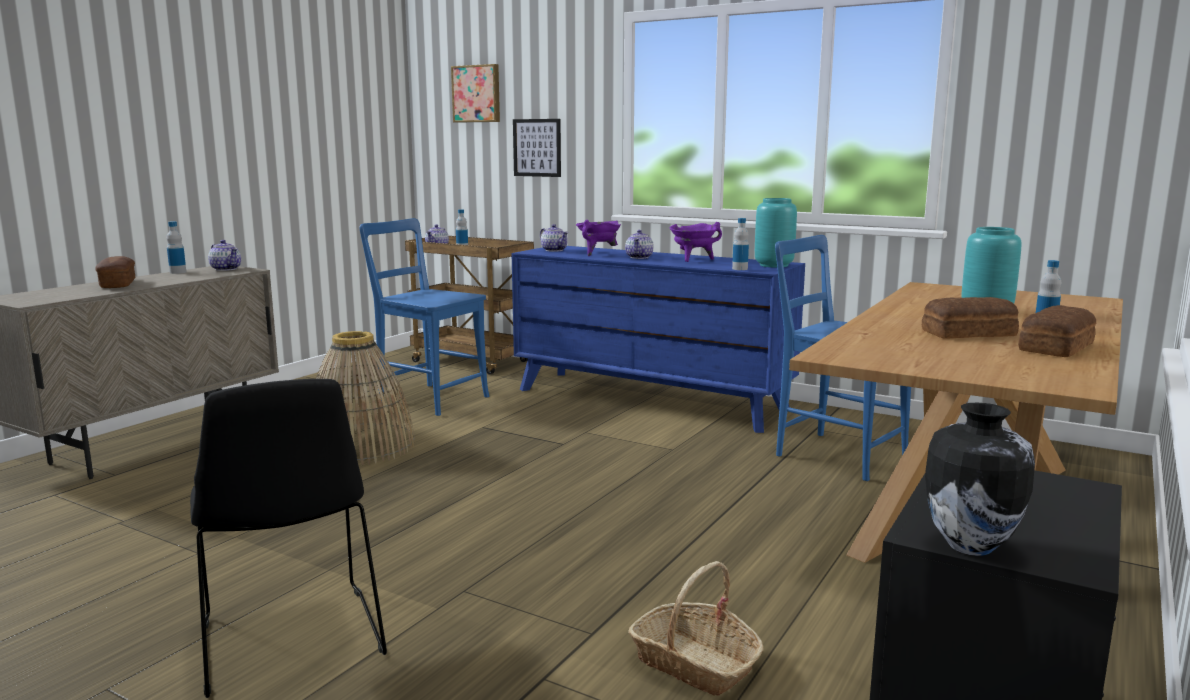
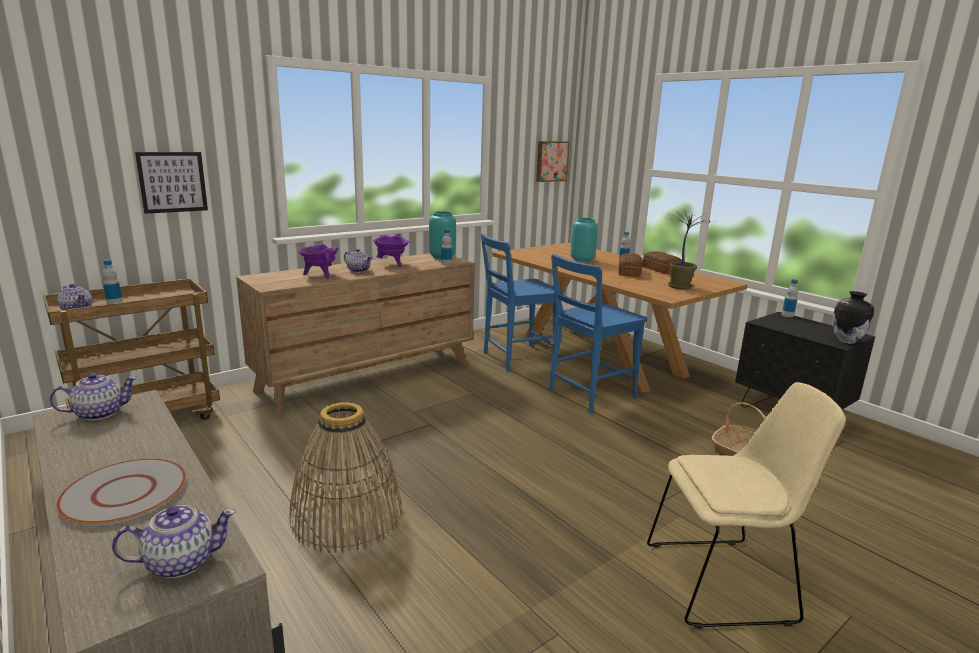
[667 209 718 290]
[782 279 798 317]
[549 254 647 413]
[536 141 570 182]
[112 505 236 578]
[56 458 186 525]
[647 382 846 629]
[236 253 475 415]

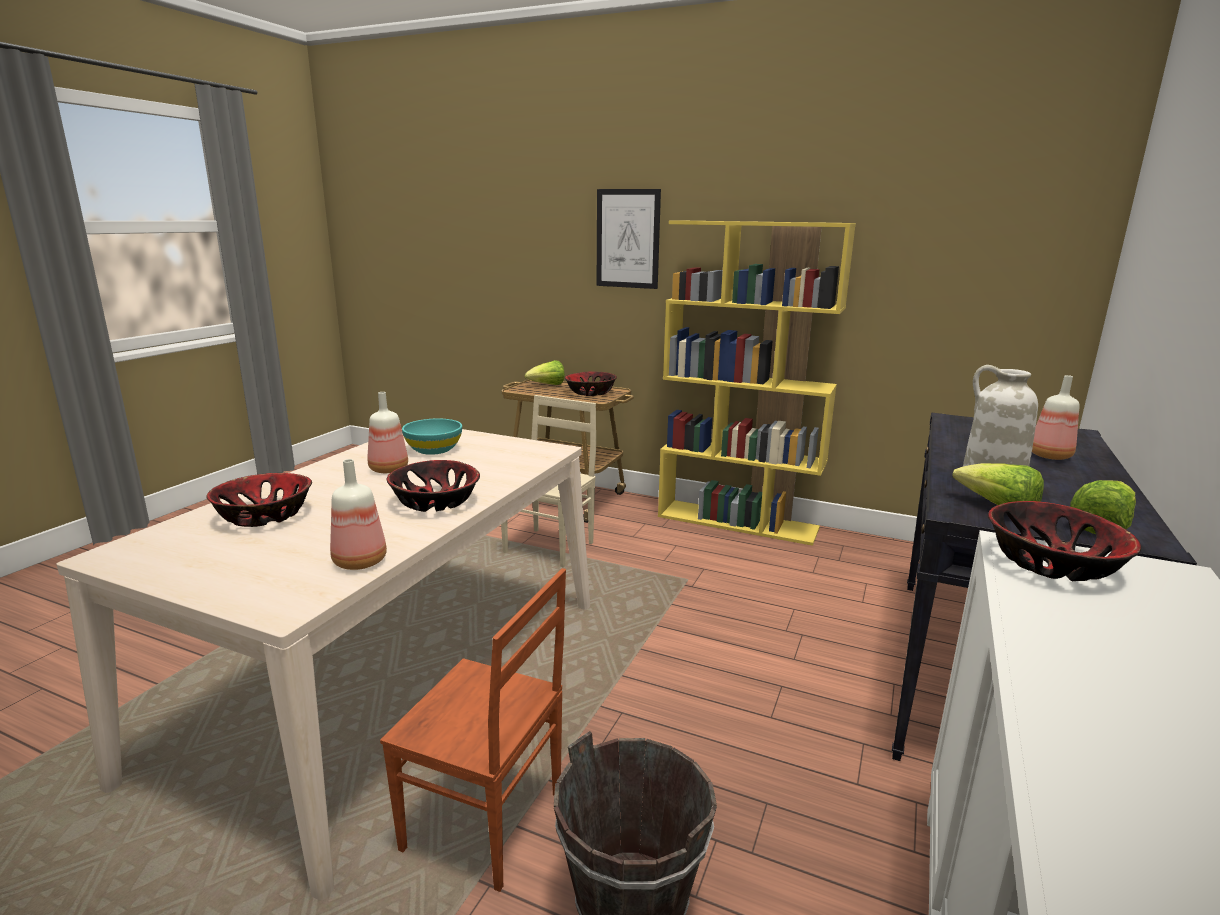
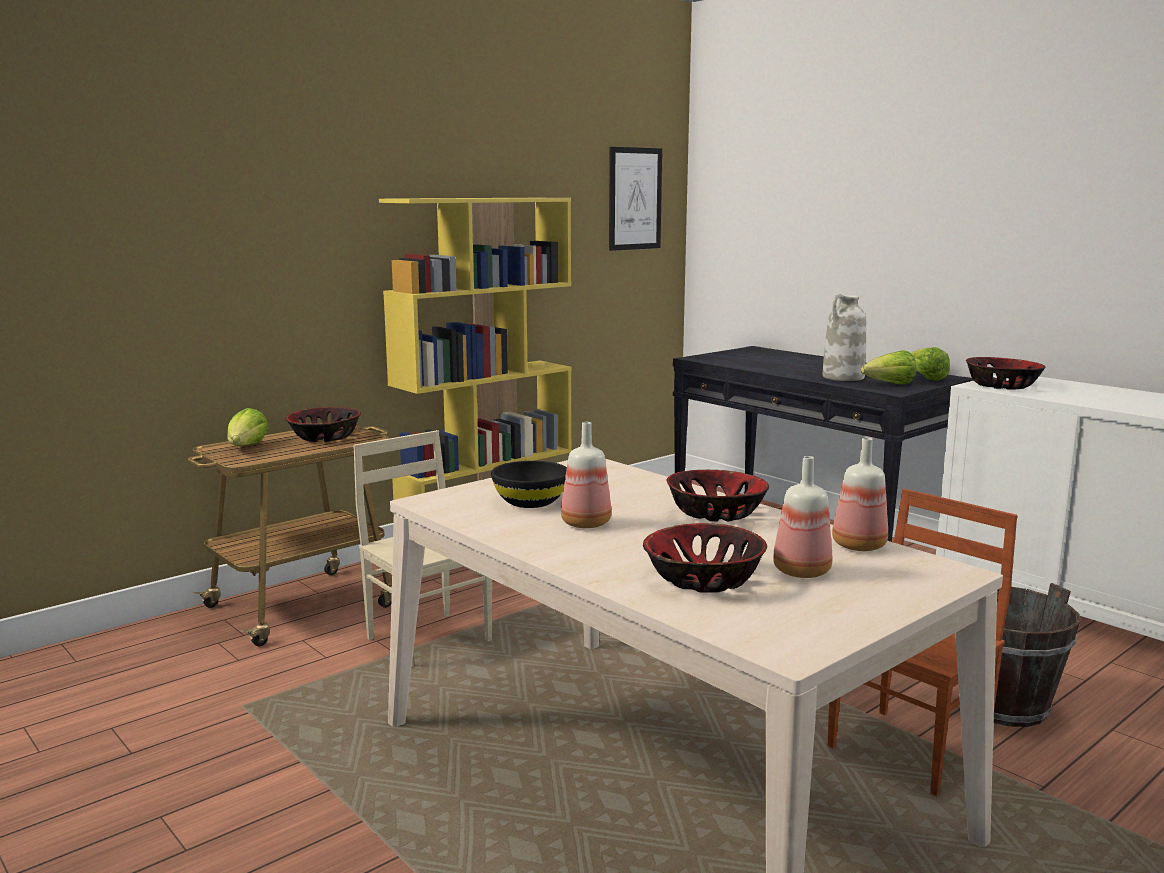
[609 147 662 251]
[773 456 832 578]
[491 461 567 508]

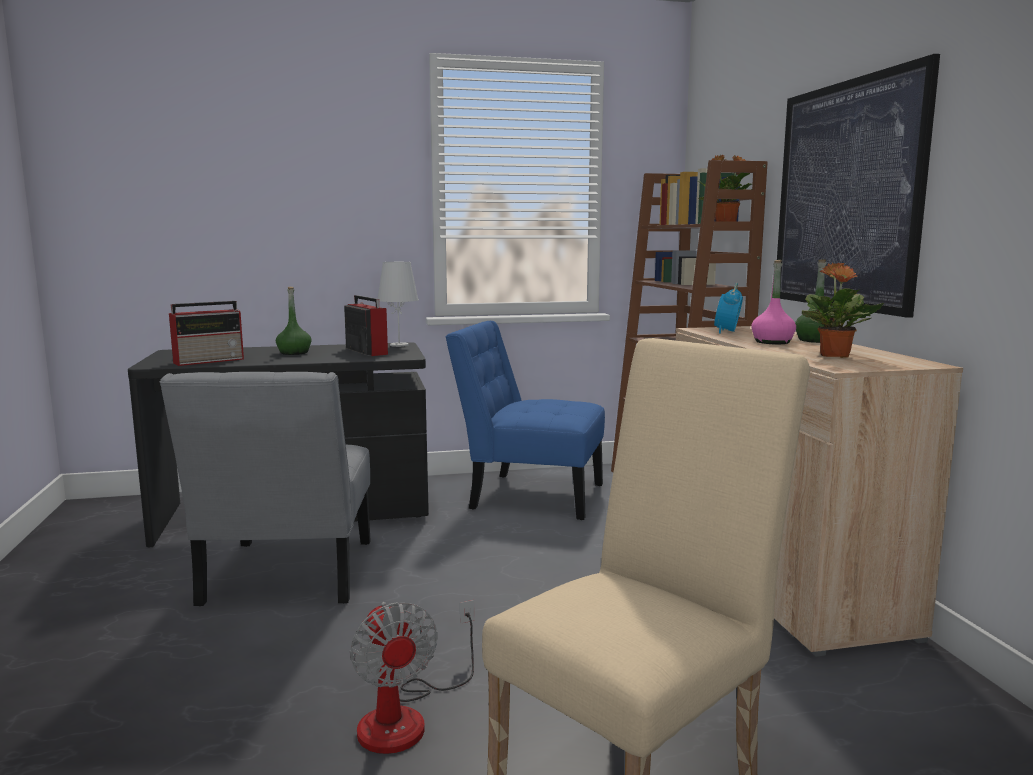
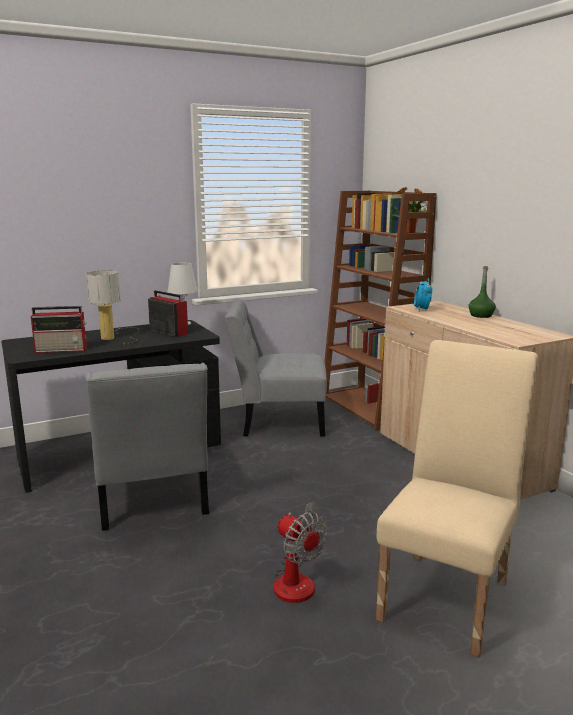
[751 260 796 344] (first image)
[777 54 940 318] (first image)
[802 263 885 358] (first image)
[86 270 139 345]
[225 299 327 436]
[31 306 87 353]

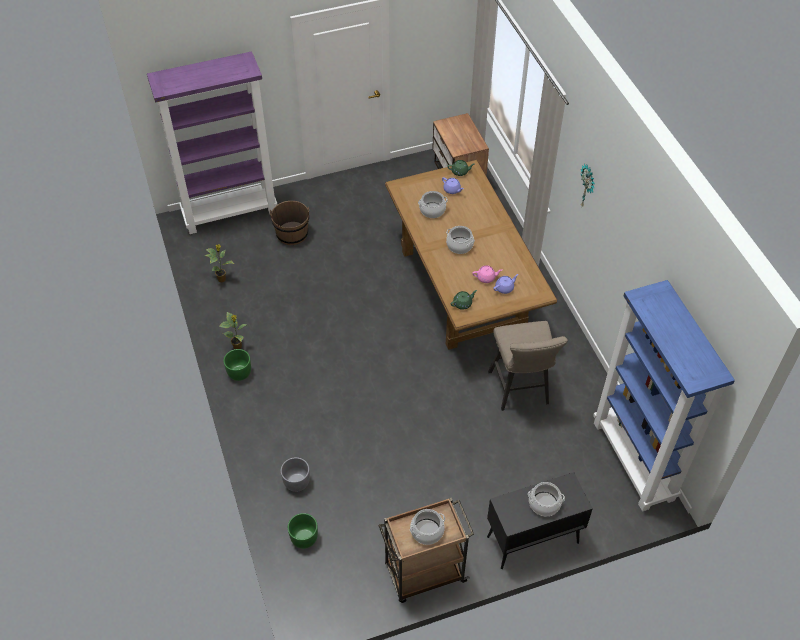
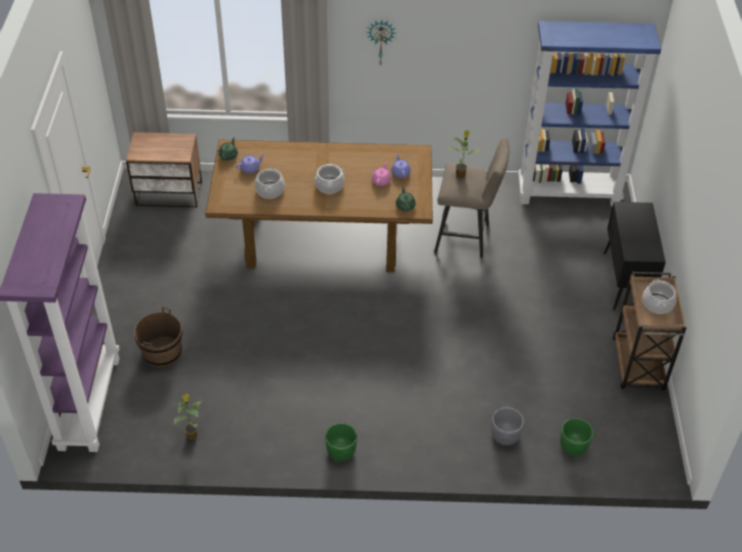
[528 482 565 516] (first image)
[448 130 482 179]

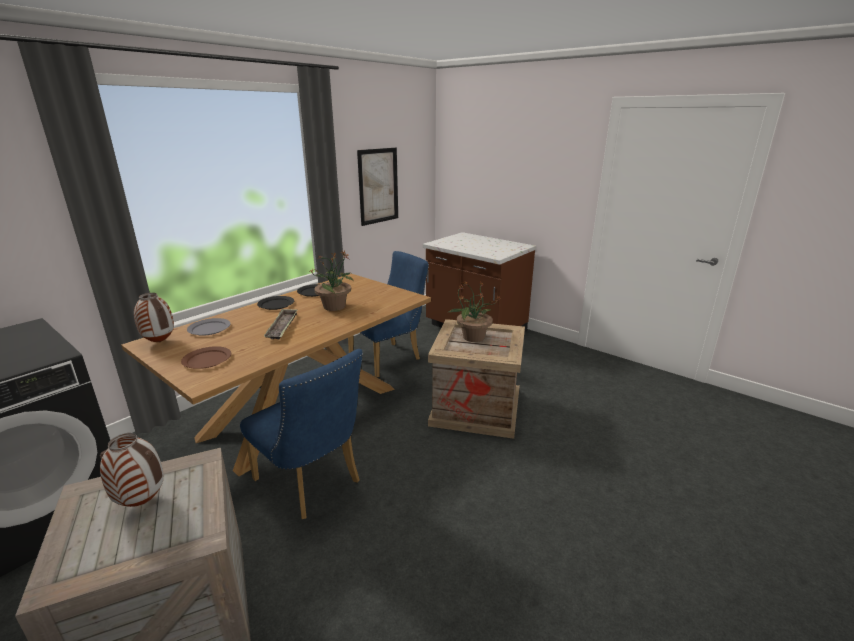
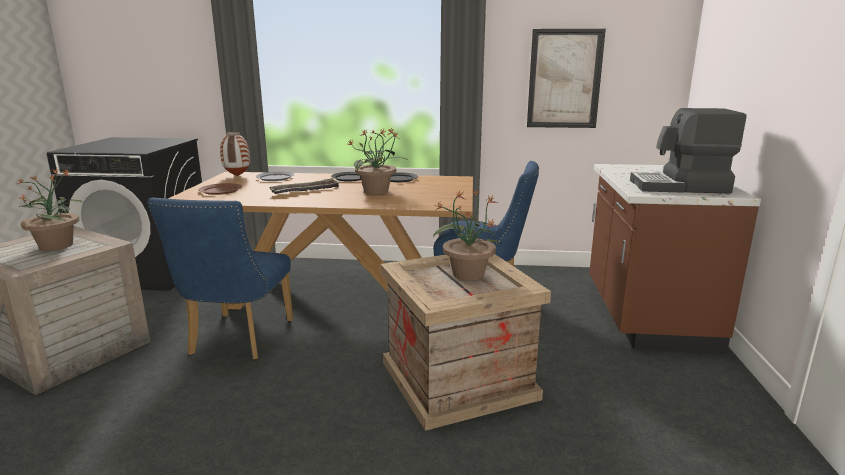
[630 108 747 194]
[17 168 85 251]

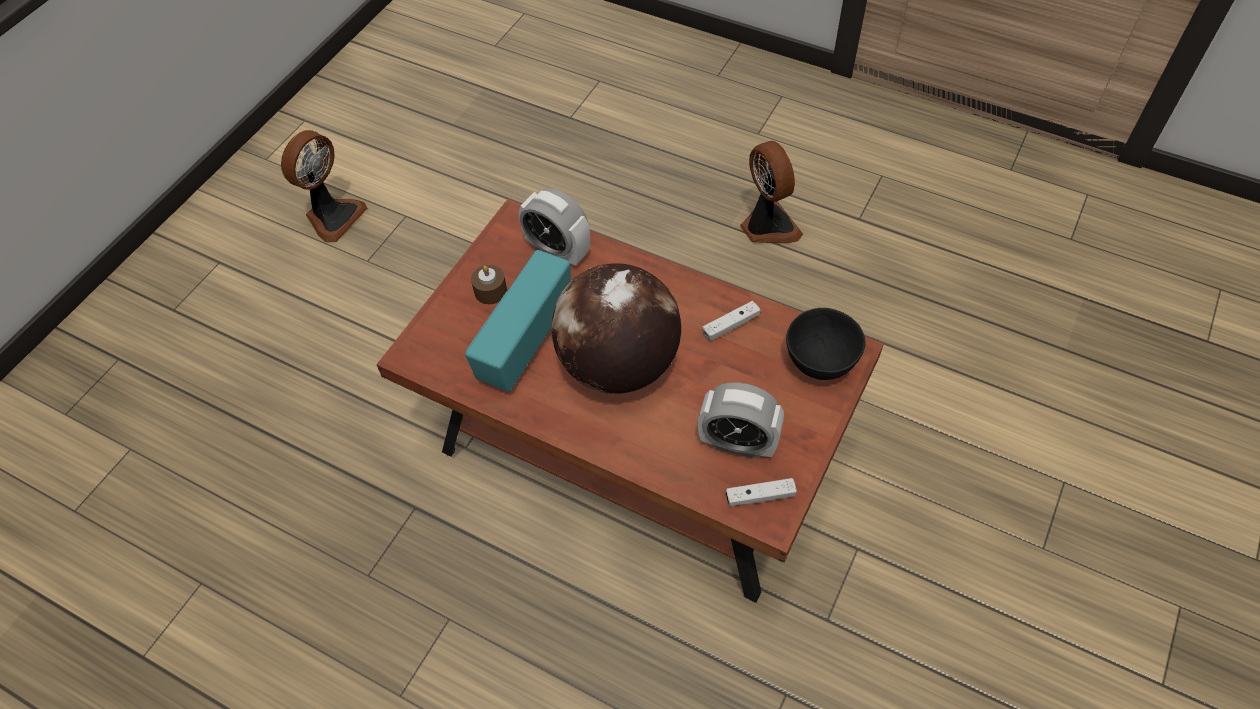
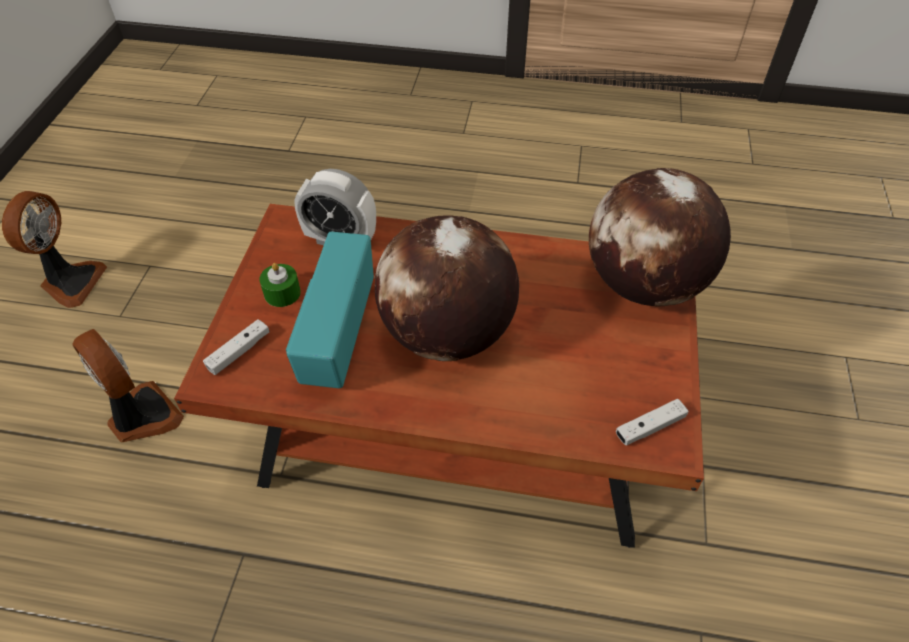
[698 383 784 459] (first image)
[203 319 270 375]
[72 329 184 443]
[589 168 731 306]
[259 263 301 307]

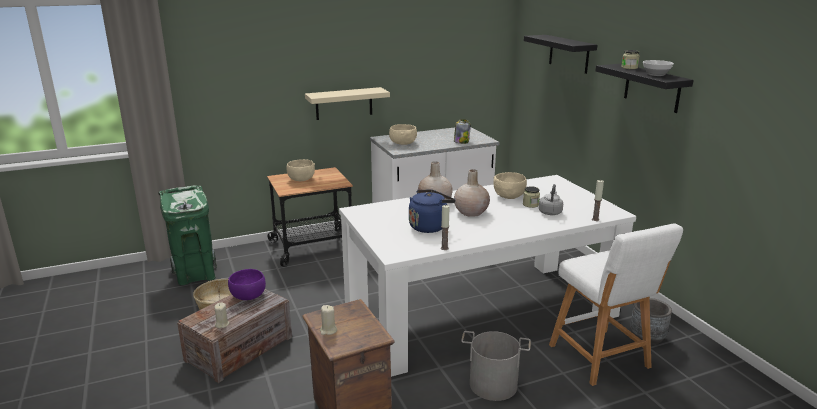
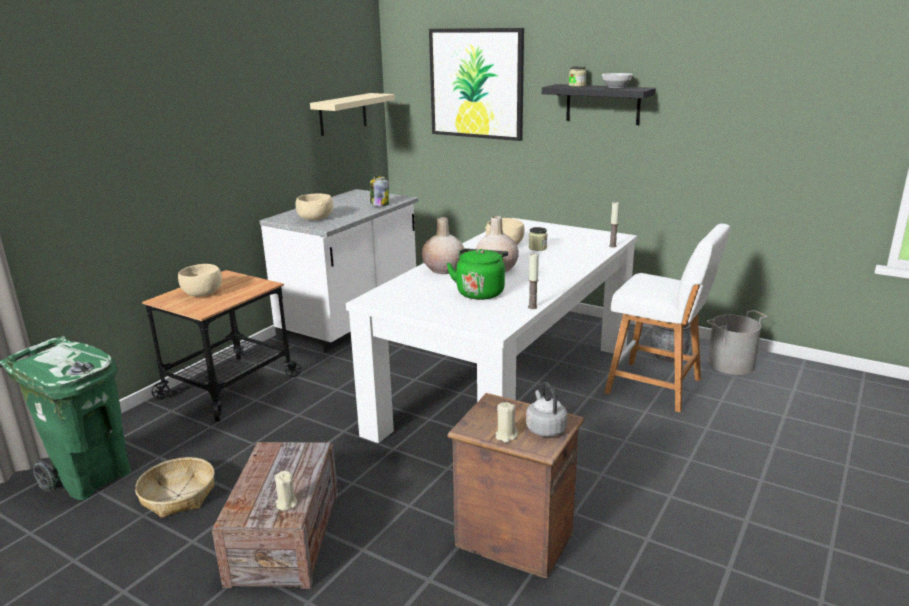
[228 269 266 300] (first image)
[310 93 395 136]
[707 310 768 375]
[526 382 567 437]
[429 28 524 141]
[447 249 508 300]

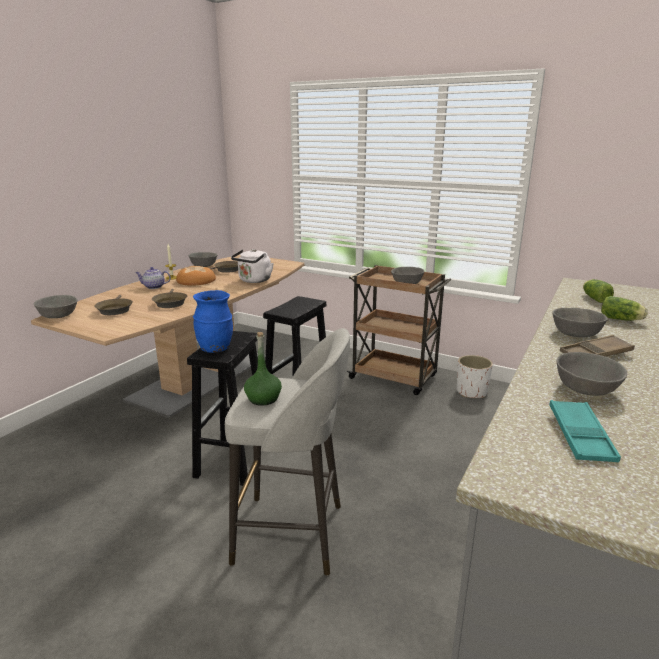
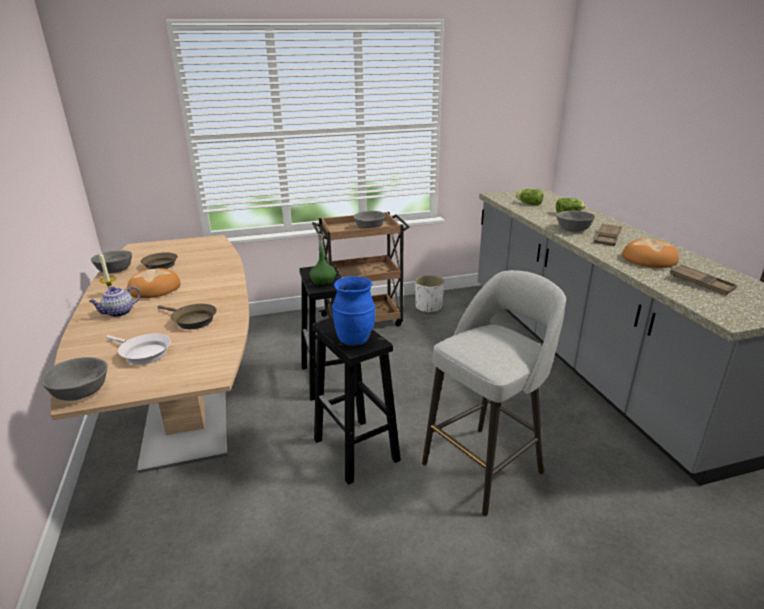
[231 249 274 283] (first image)
[310 234 336 286]
[622 239 679 268]
[106 334 171 365]
[670 265 737 295]

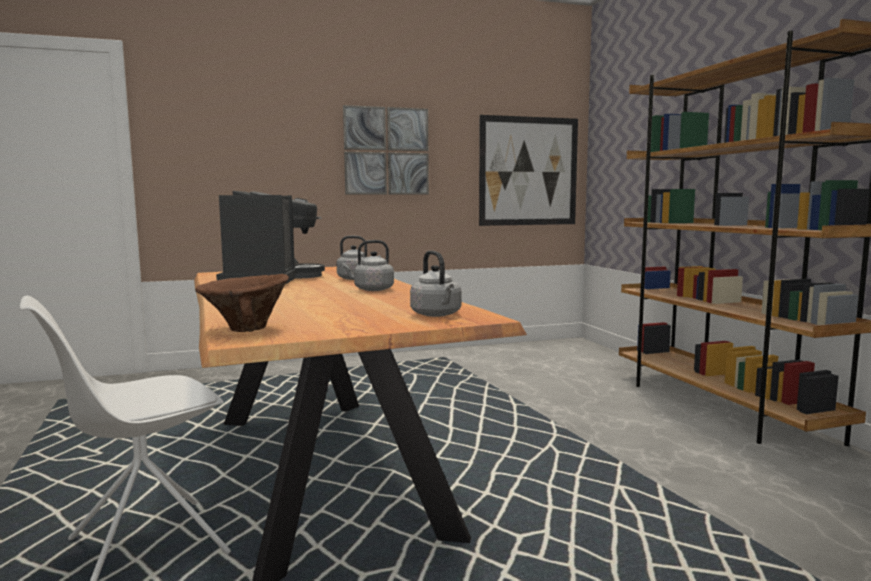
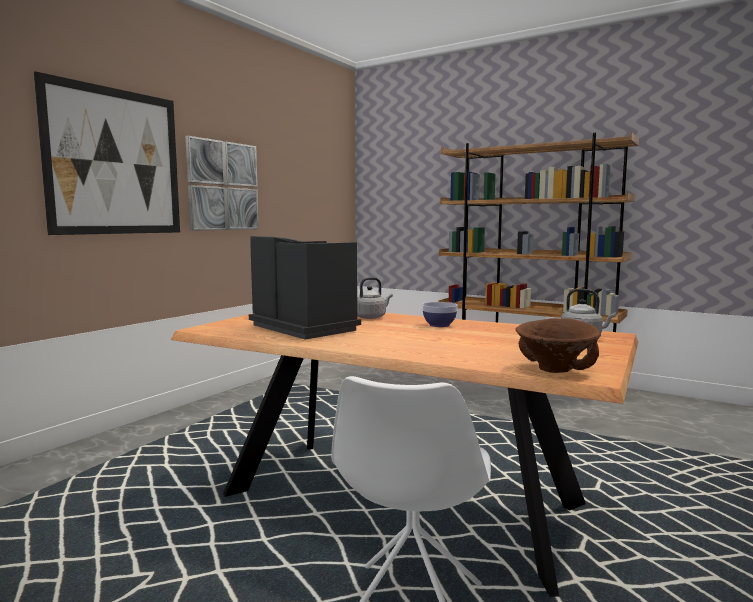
[34 71 180 235]
[422 302 458 327]

